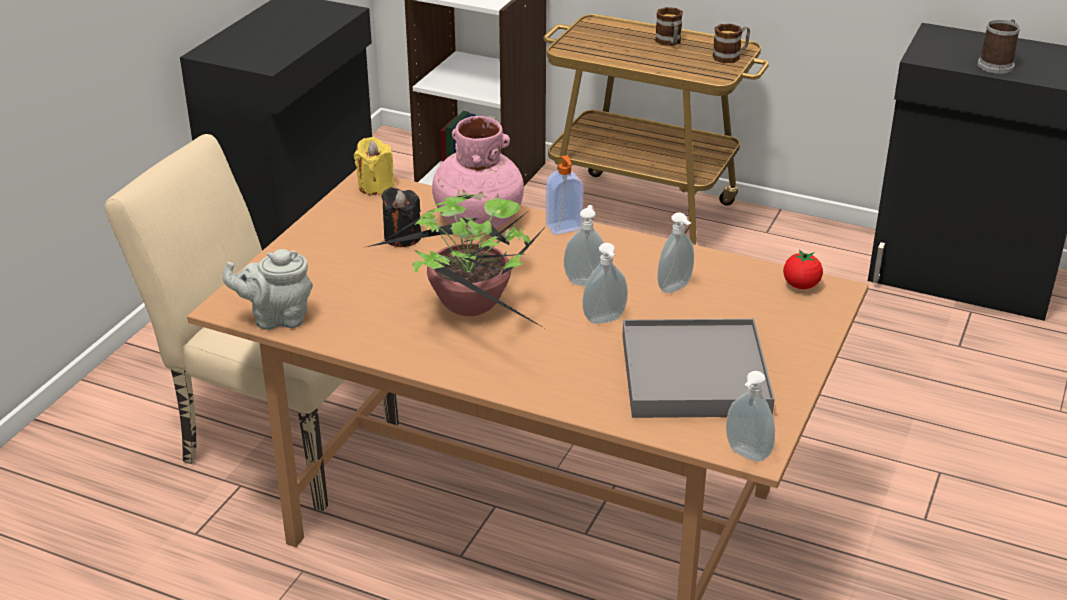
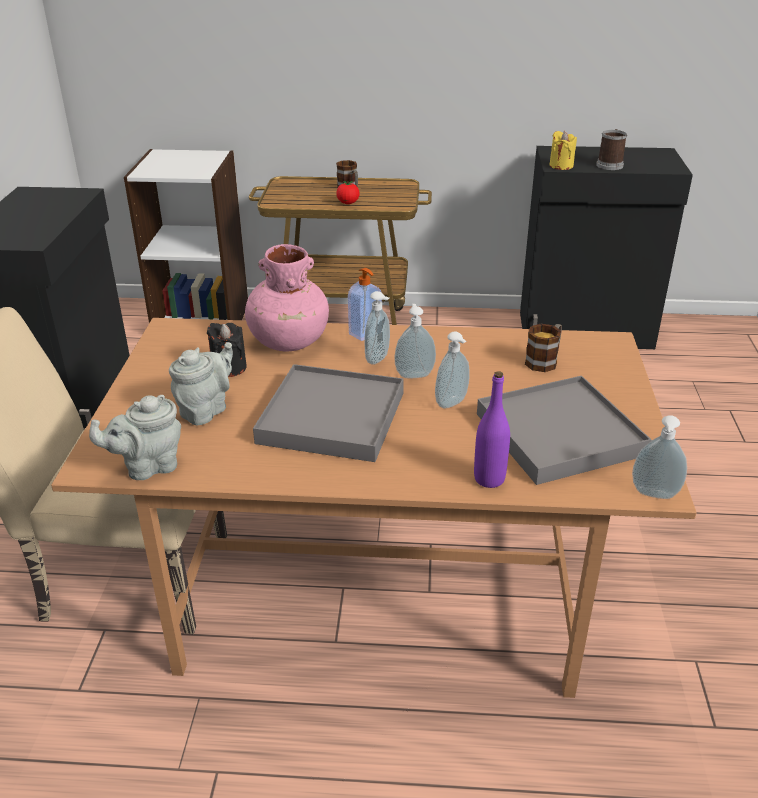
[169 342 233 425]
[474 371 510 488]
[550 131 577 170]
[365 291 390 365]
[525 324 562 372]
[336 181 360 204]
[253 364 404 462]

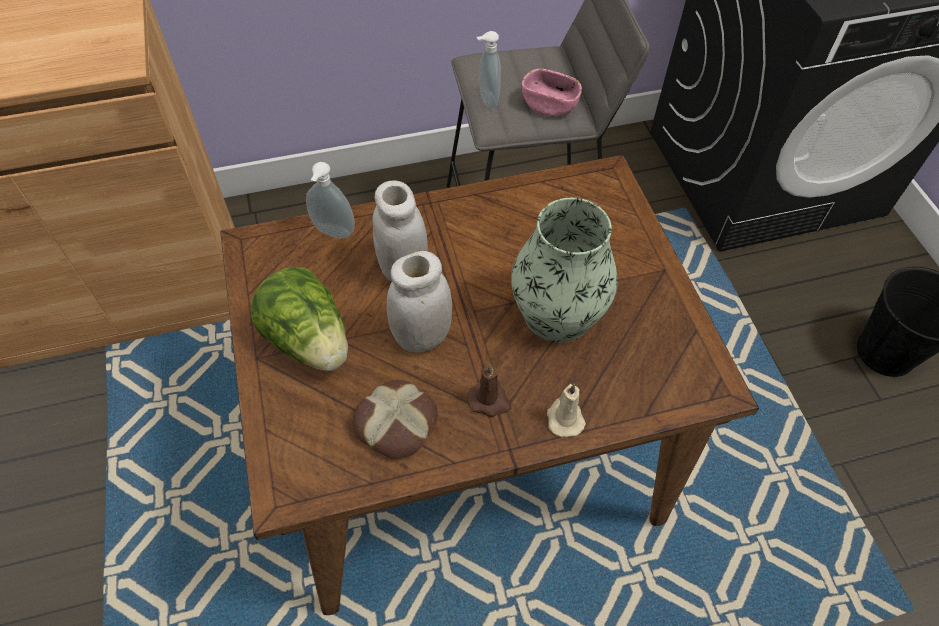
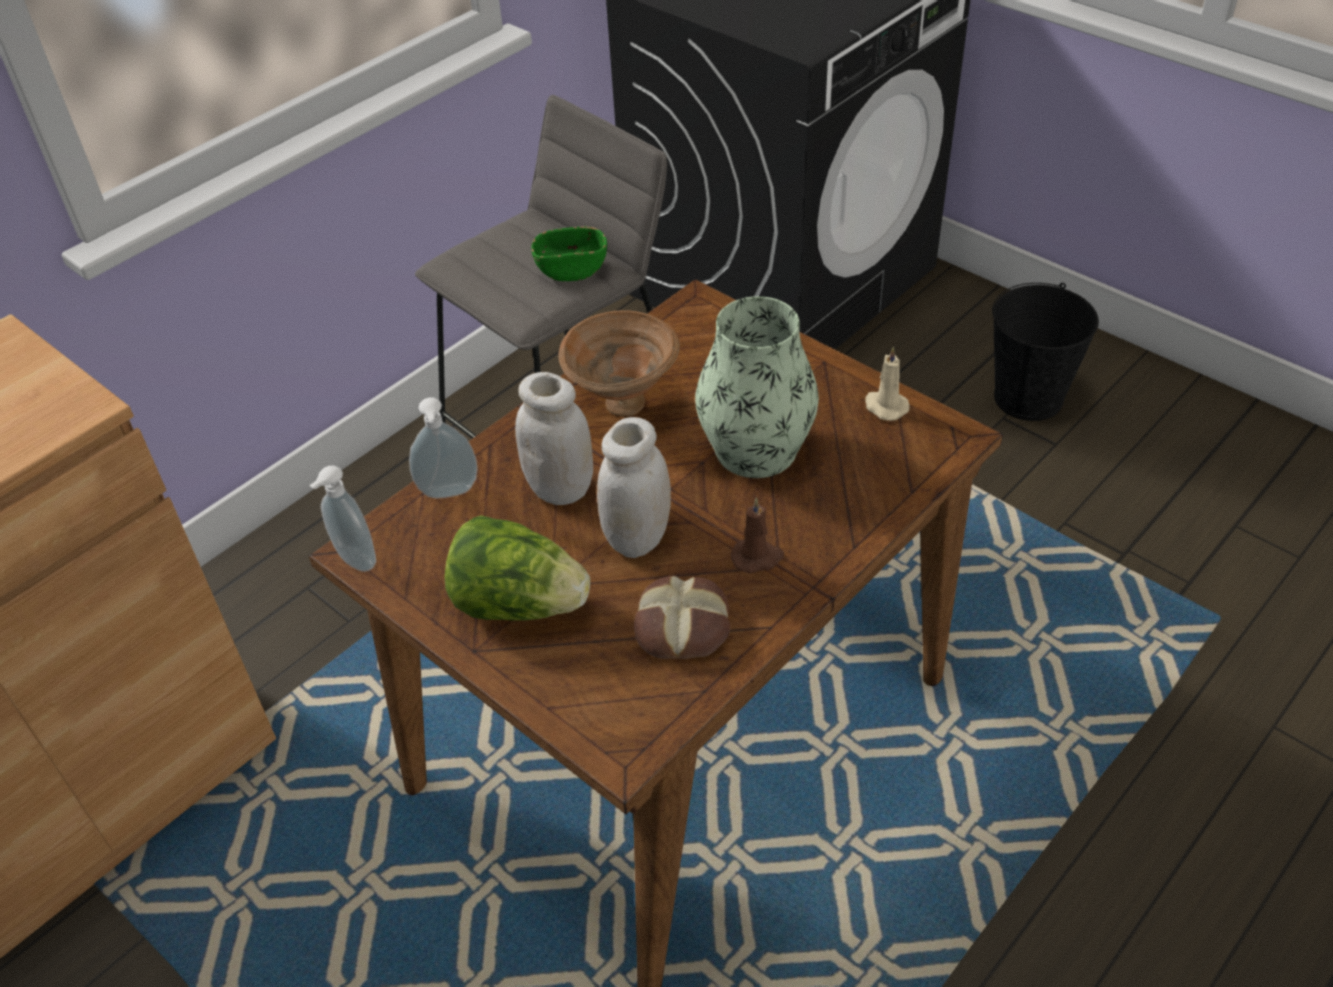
[558 310 680 417]
[309 466 376 572]
[865 347 910 421]
[531 226 607 281]

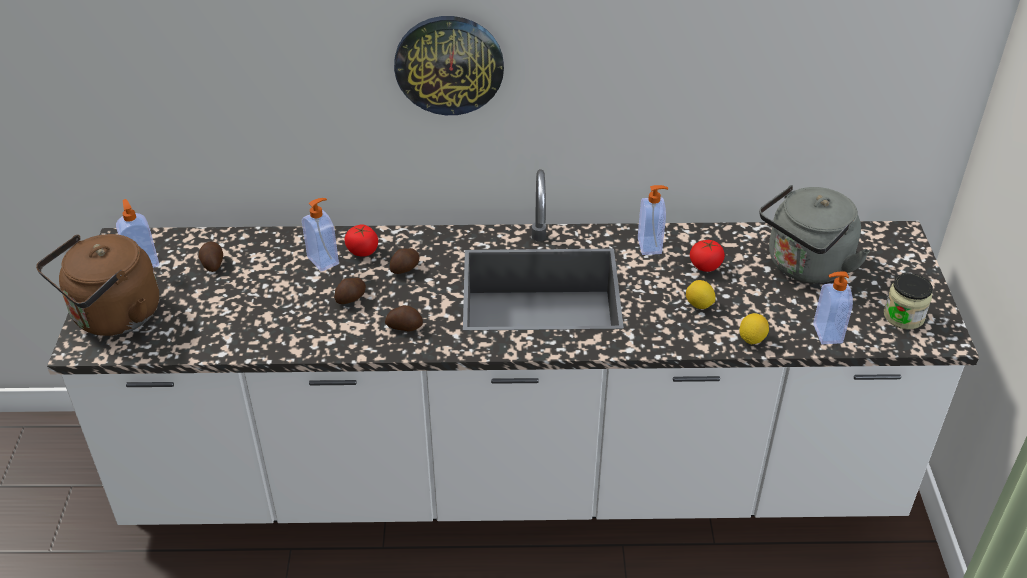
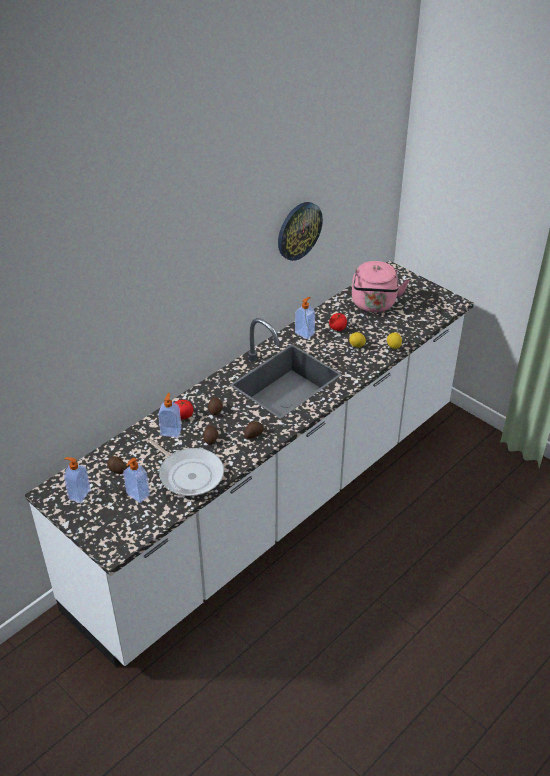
[36 234 159 336] (first image)
[884 273 933 330] (first image)
[146 438 224 496]
[278 202 323 261]
[123 458 150 503]
[352 261 409 312]

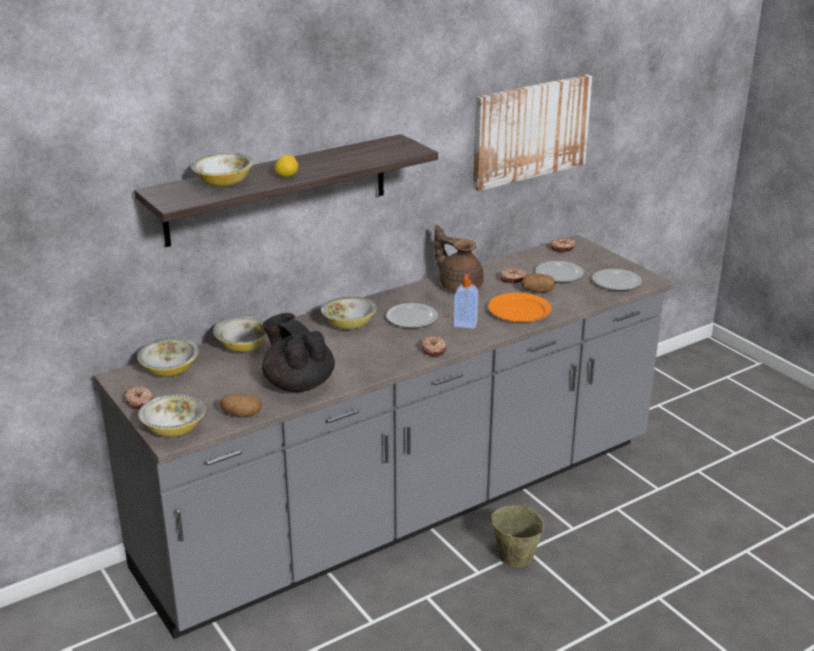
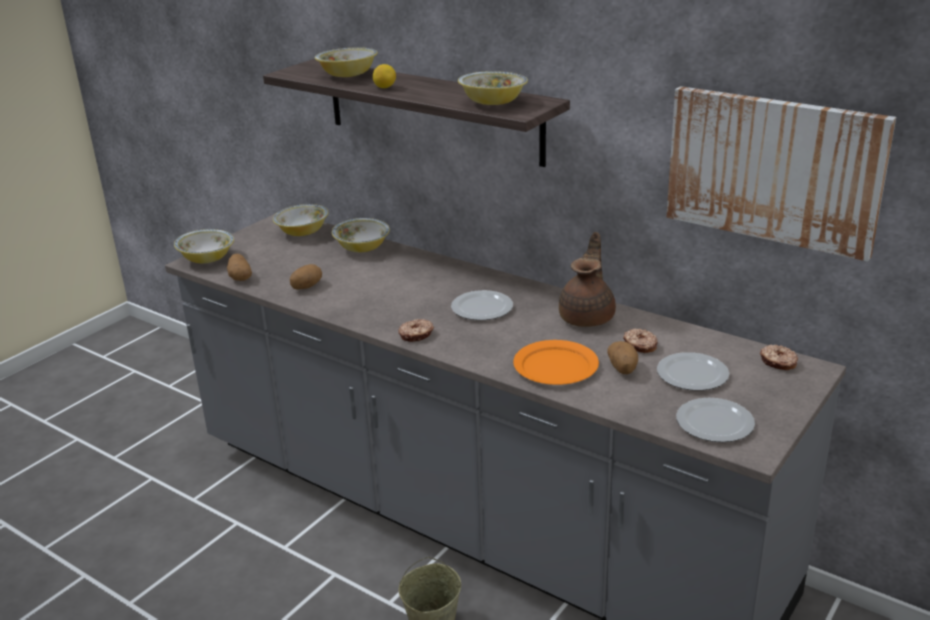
[125 386 154 409] (first image)
[454 274 478 329] (first image)
[458 71 528 105]
[290 264 322 290]

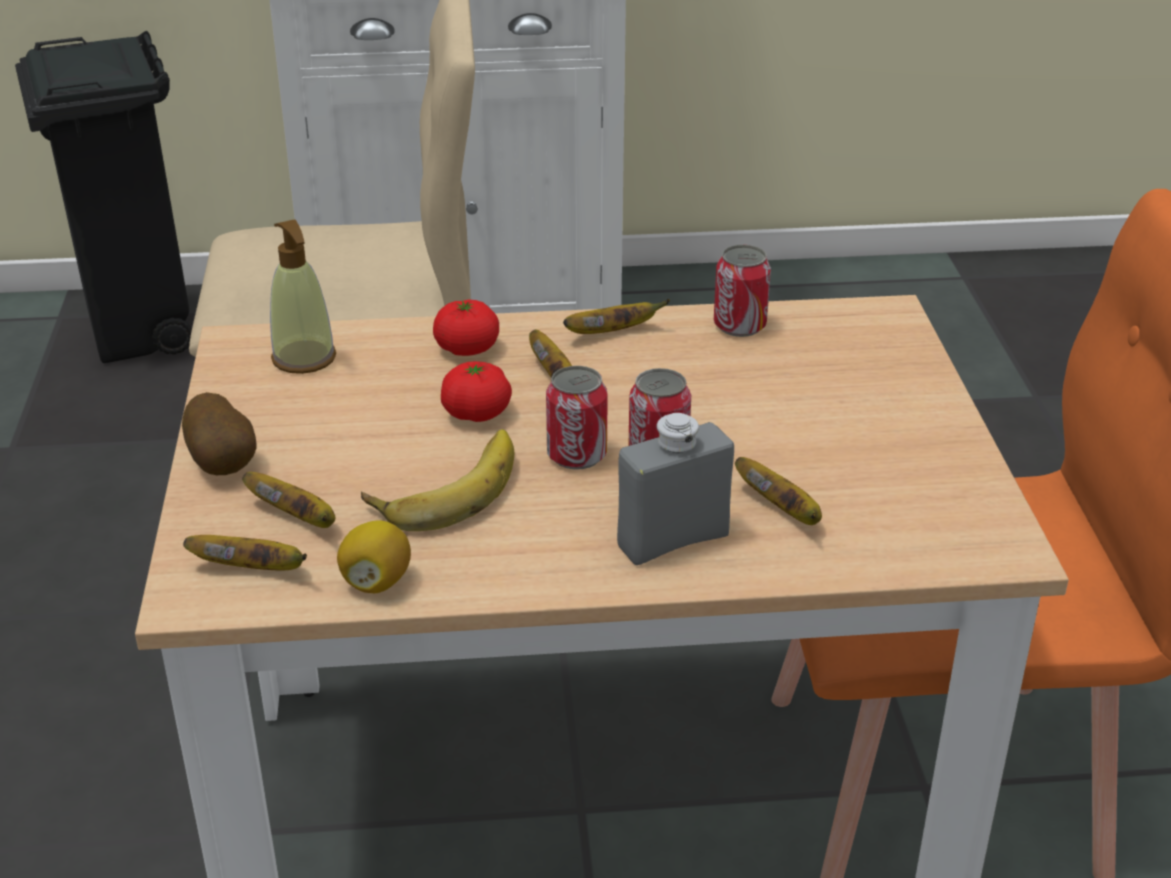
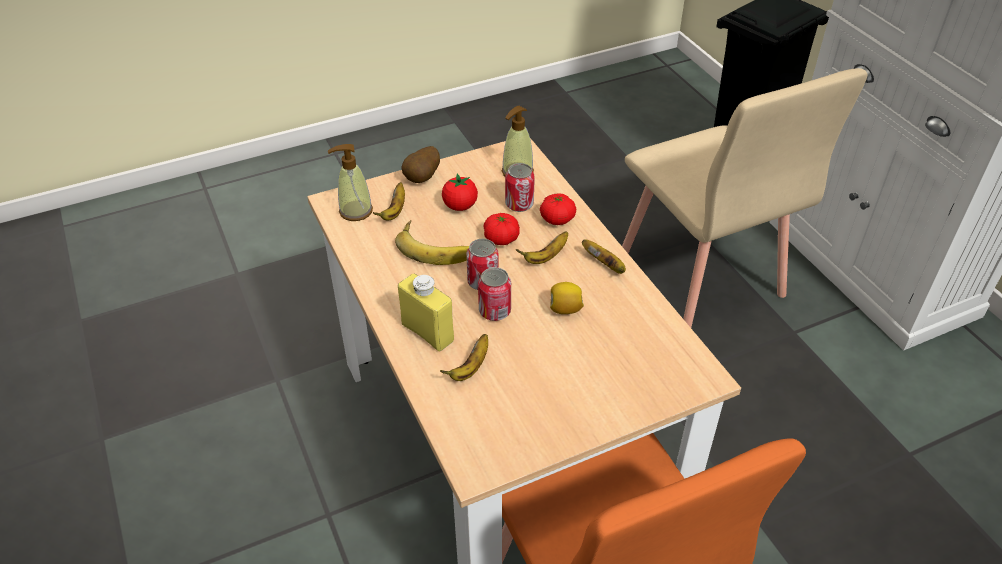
[442 173 478 211]
[550 282 584 314]
[505 163 535 212]
[328 144 373 221]
[398 273 454 351]

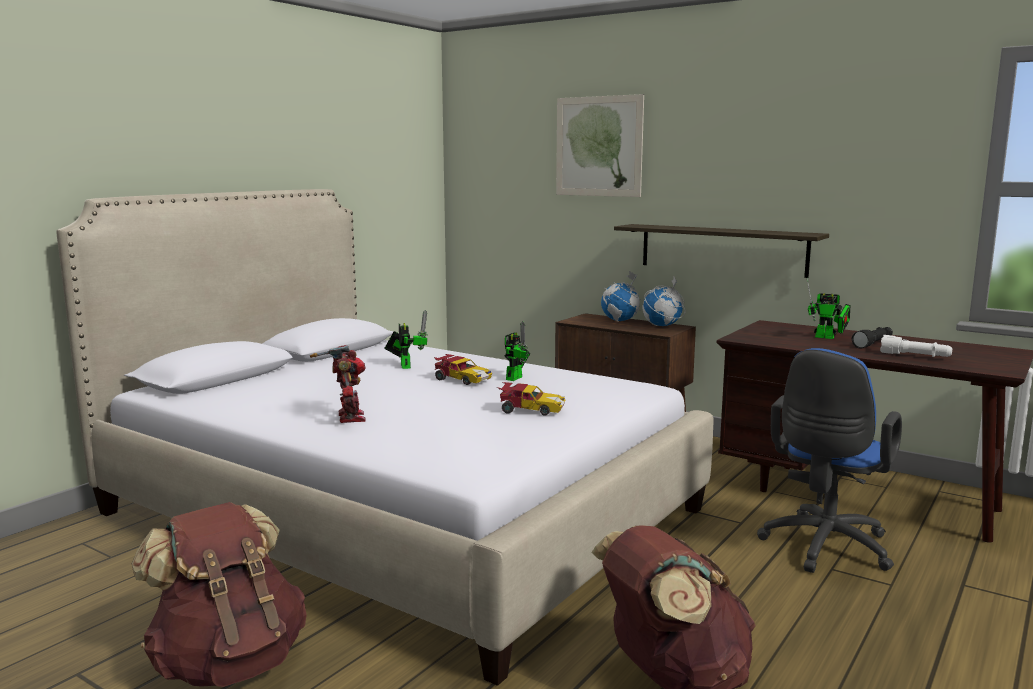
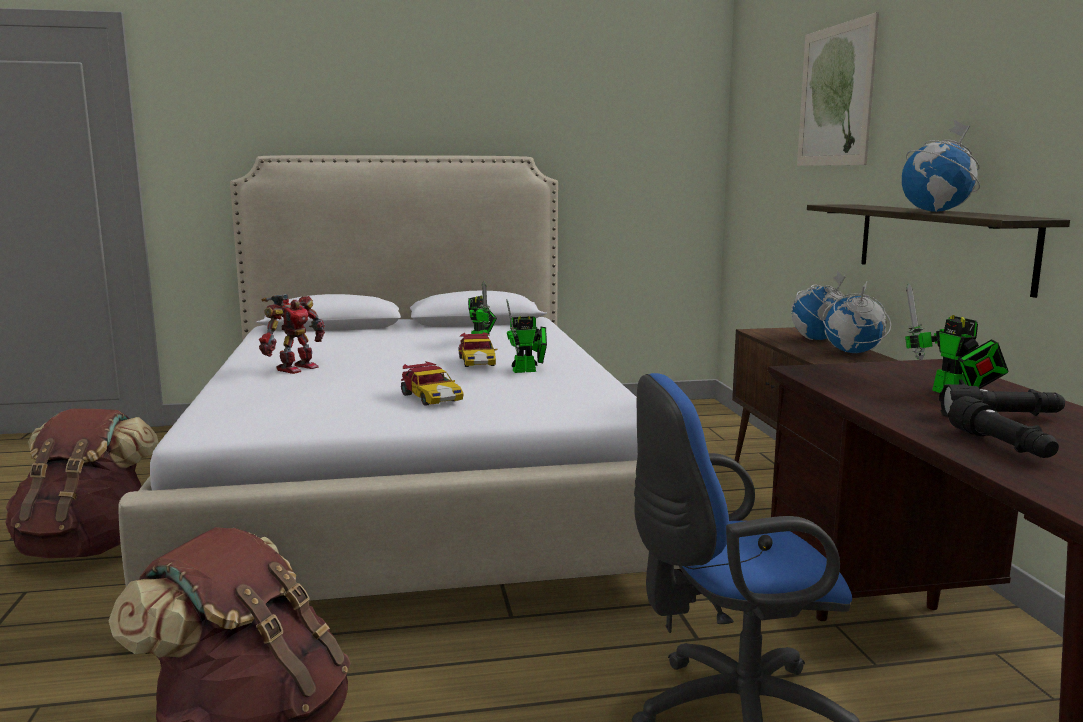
[902 120 980 212]
[949 396 1059 458]

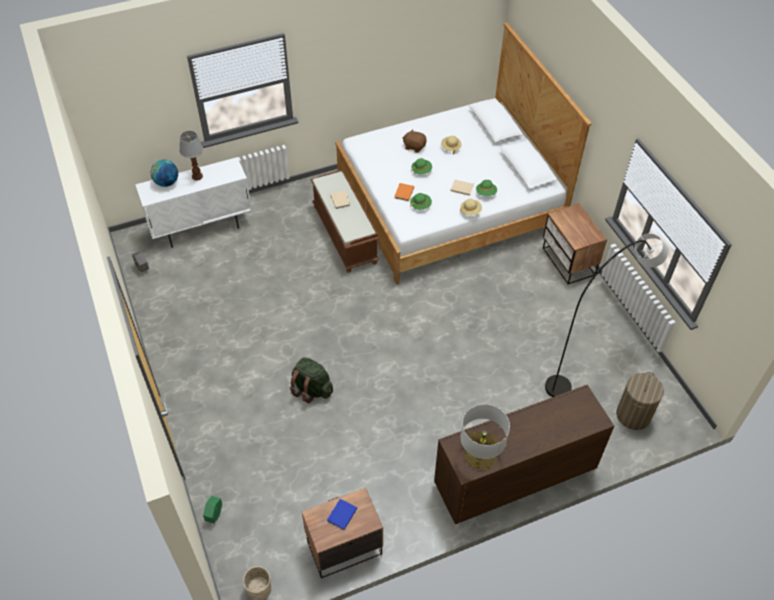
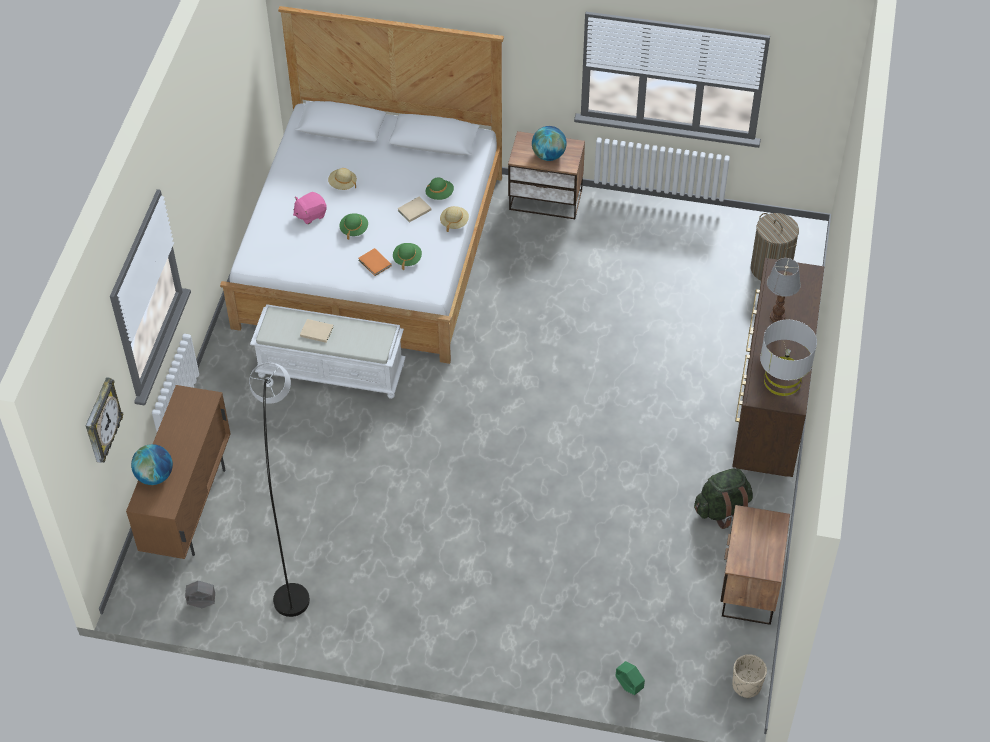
[327 499 357 530] (first image)
[86 377 123 463]
[532 126 567 161]
[767 258 801 322]
[694 468 753 529]
[250 363 310 617]
[126 385 231 559]
[250 304 406 399]
[293 192 327 224]

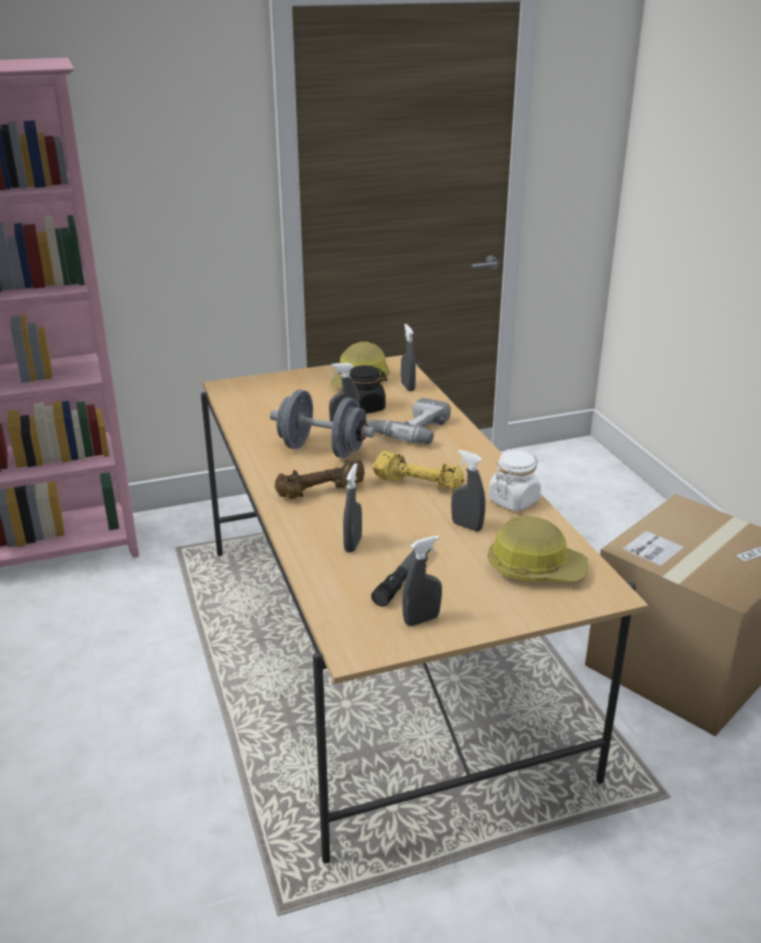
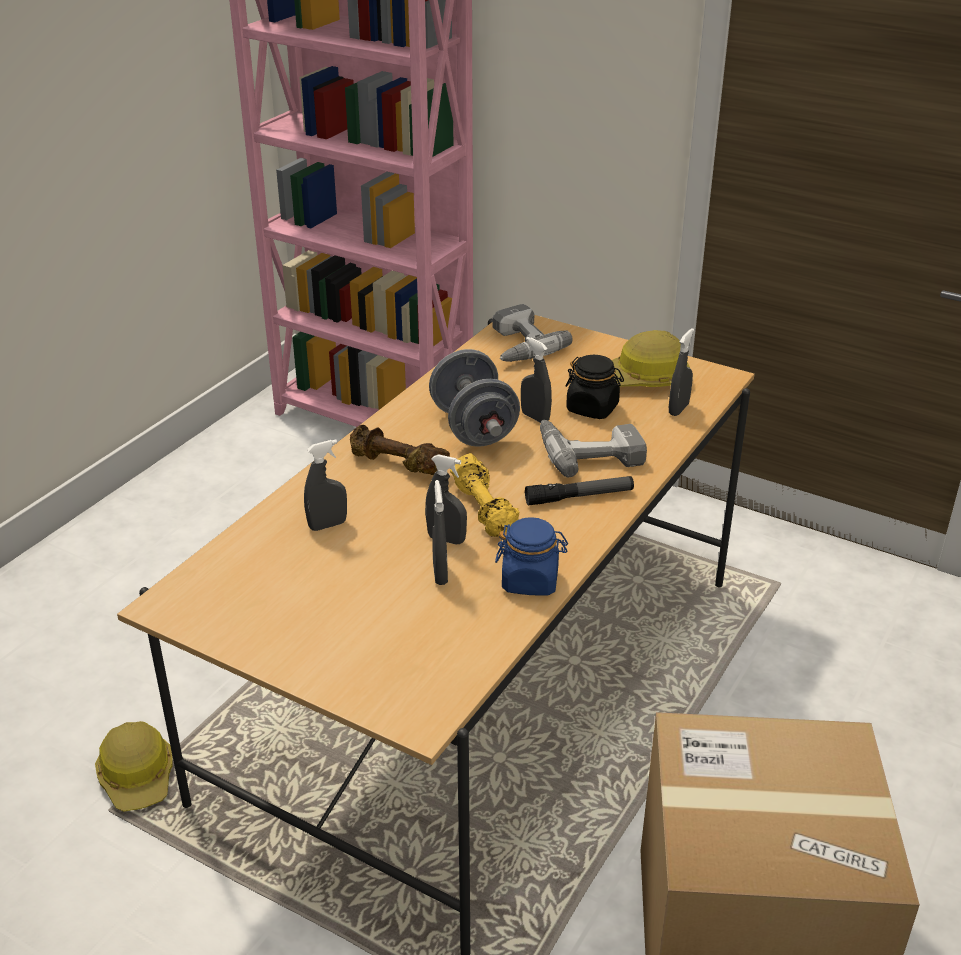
[493 304 573 362]
[525 476 634 506]
[425 454 467 544]
[95 721 173 812]
[495 517 568 596]

